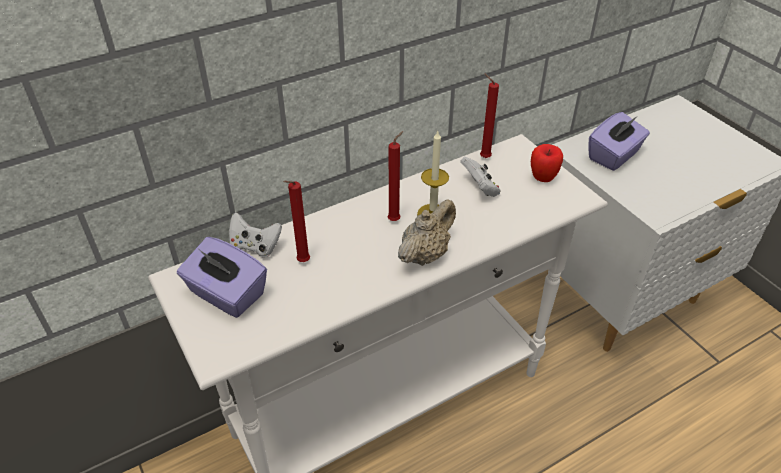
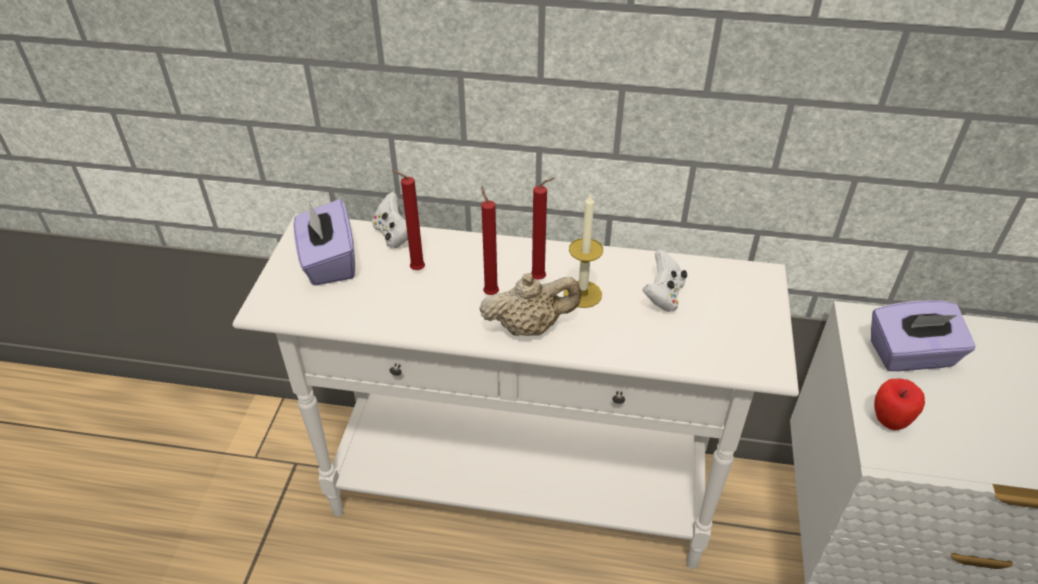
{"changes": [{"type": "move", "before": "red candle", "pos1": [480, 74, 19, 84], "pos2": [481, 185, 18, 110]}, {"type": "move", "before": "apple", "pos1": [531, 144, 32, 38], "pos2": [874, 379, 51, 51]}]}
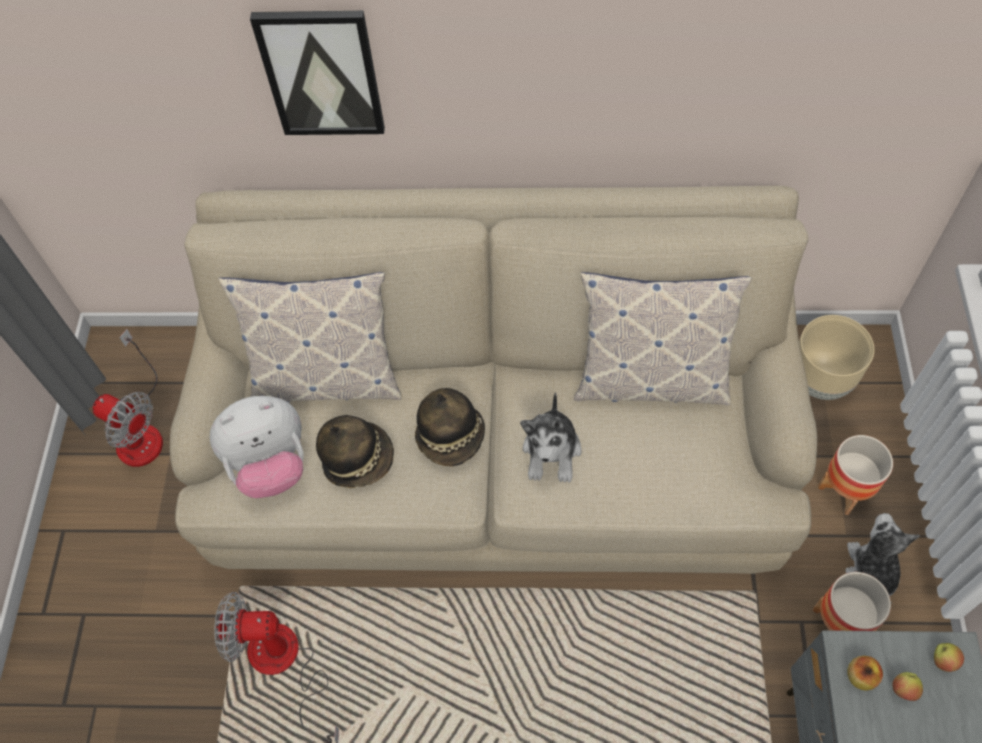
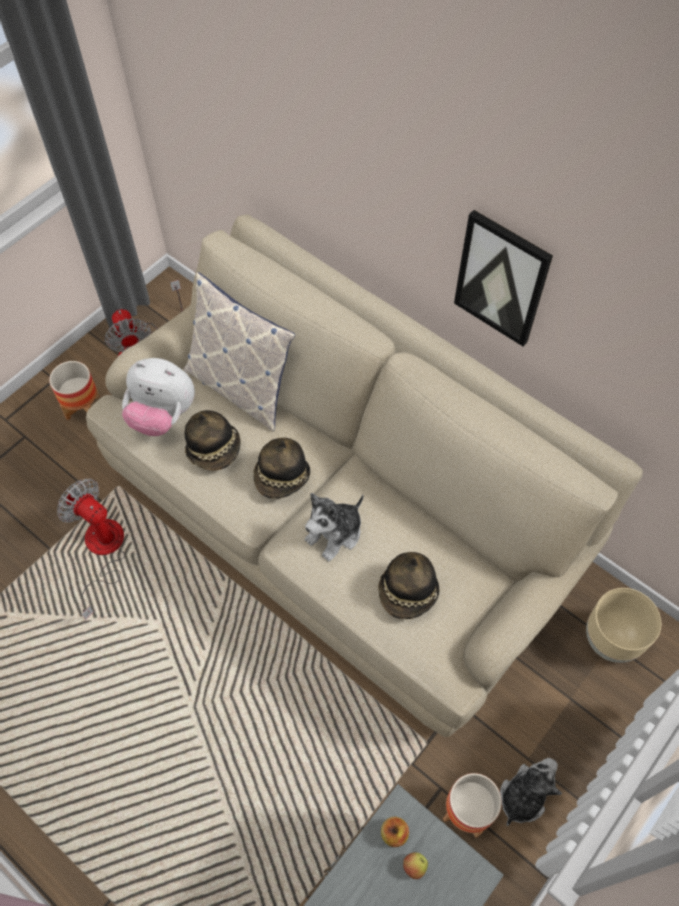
{"changes": [{"type": "move", "before": "picture", "pos1": [250, 10, 135, 125], "pos2": [454, 210, 99, 136]}, {"type": "delete", "before": "pillow", "pos1": [574, 272, 178, 133]}, {"type": "move", "before": "planter", "pos1": [818, 435, 75, 80], "pos2": [49, 361, 51, 59]}, {"type": "delete", "before": "apple", "pos1": [934, 643, 30, 29]}, {"type": "insert", "after": "hat", "pos2": [378, 552, 62, 67]}]}
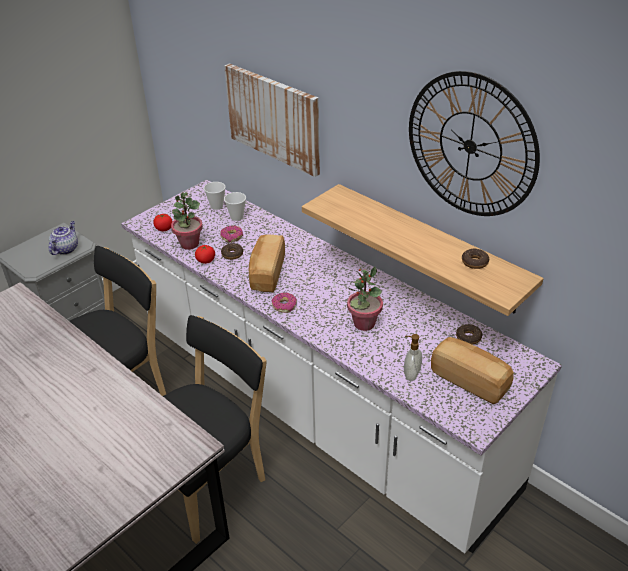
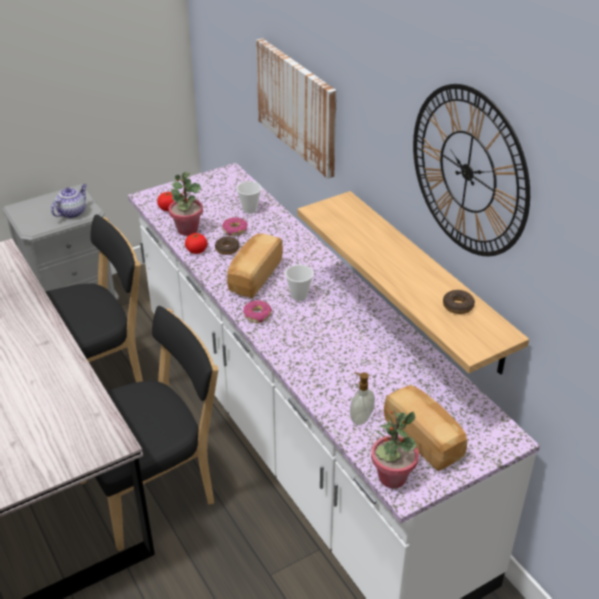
{"changes": [{"type": "move", "before": "cup", "pos1": [204, 182, 21, 28], "pos2": [285, 265, 29, 36]}, {"type": "move", "before": "potted plant", "pos1": [347, 266, 36, 65], "pos2": [371, 410, 48, 78]}, {"type": "delete", "before": "donut", "pos1": [456, 324, 26, 21]}]}
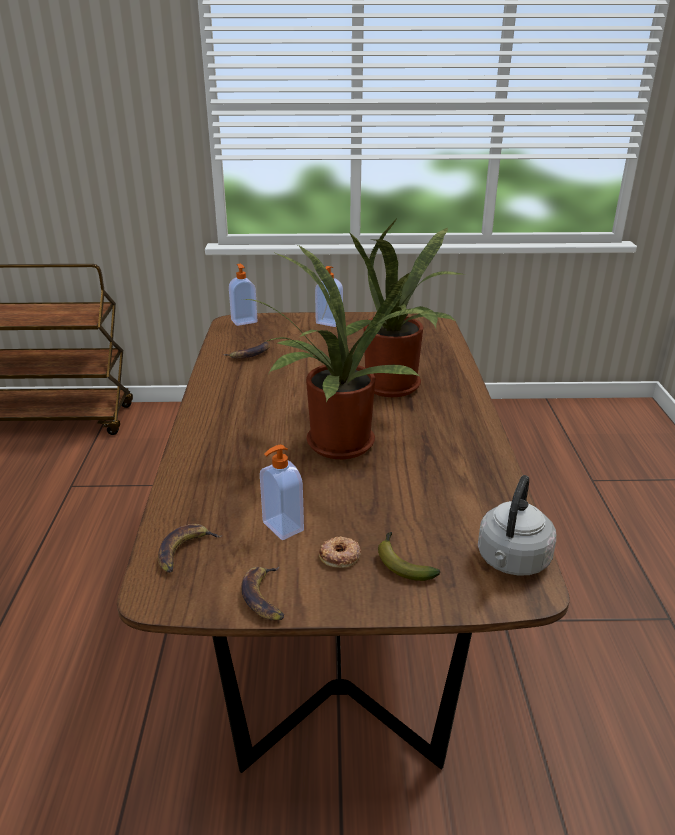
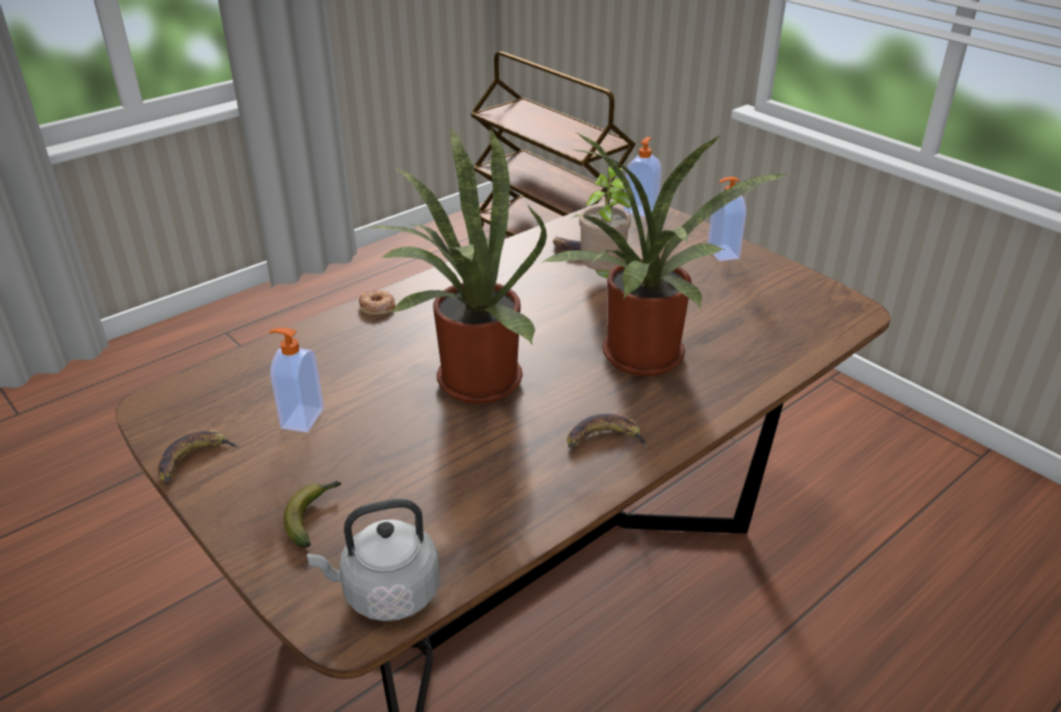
{"changes": [{"type": "move", "before": "banana", "pos1": [158, 524, 64, 49], "pos2": [567, 414, 81, 34]}, {"type": "move", "before": "donut", "pos1": [319, 536, 42, 32], "pos2": [359, 289, 36, 26]}, {"type": "insert", "after": "potted plant", "pos2": [579, 166, 52, 112]}]}
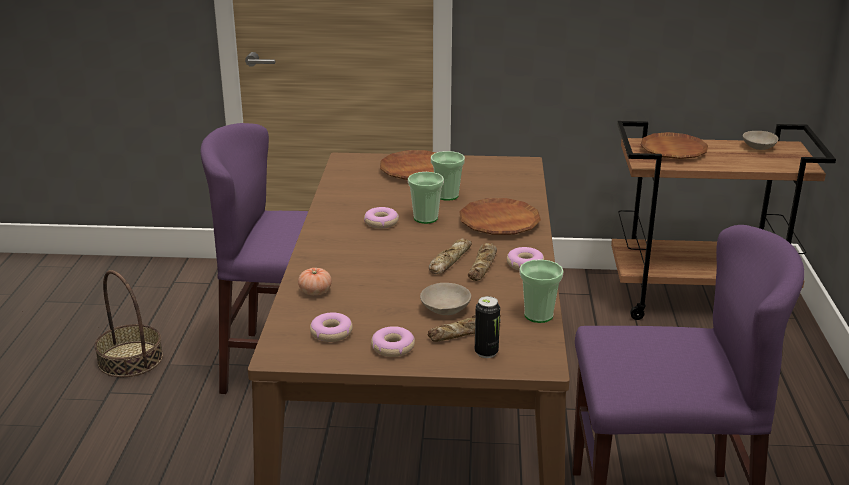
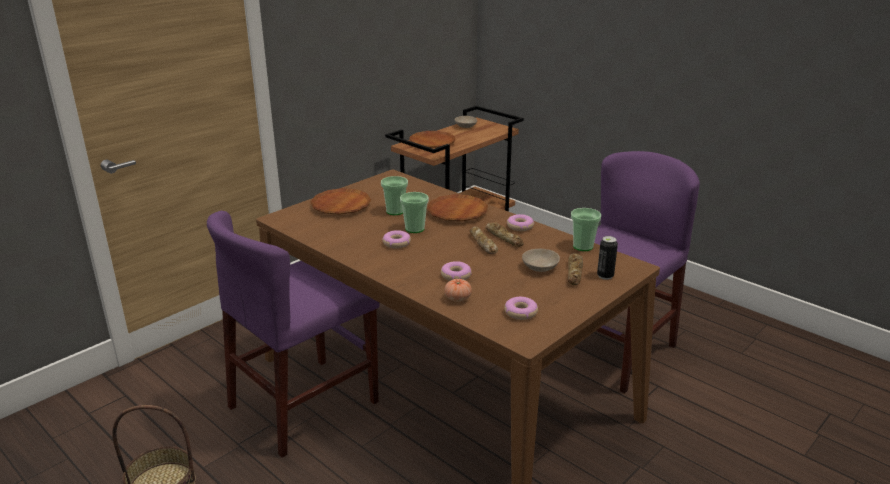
{"changes": [{"type": "move", "before": "donut", "pos1": [371, 326, 44, 31], "pos2": [441, 261, 31, 20]}]}
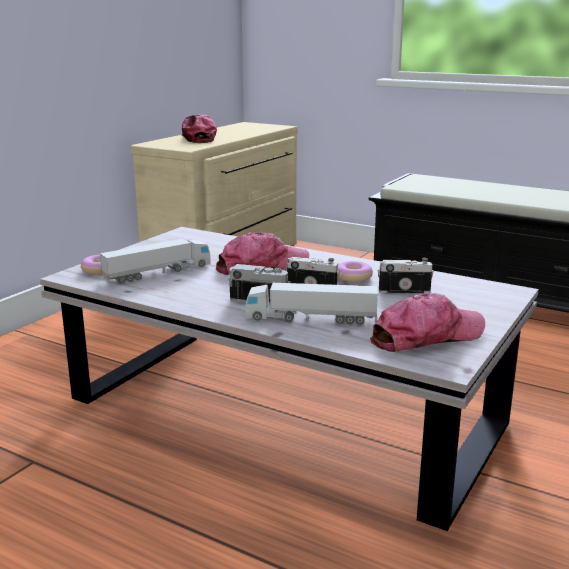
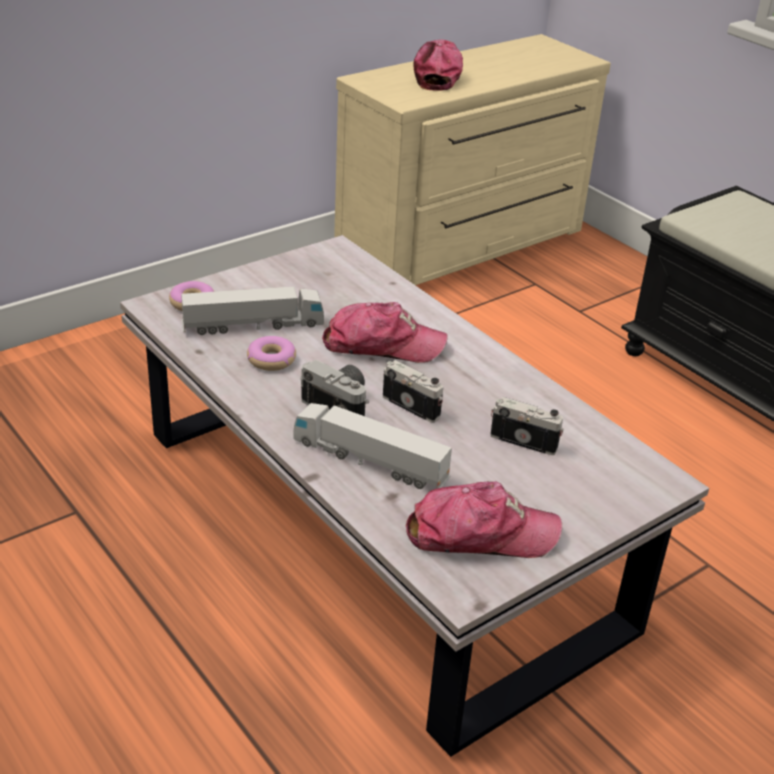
{"changes": [{"type": "move", "before": "donut", "pos1": [338, 261, 35, 21], "pos2": [247, 336, 49, 35]}]}
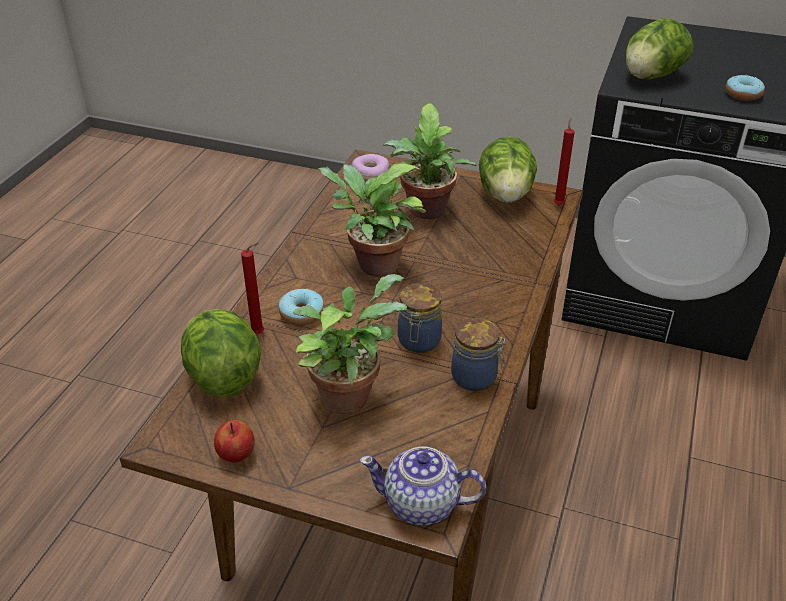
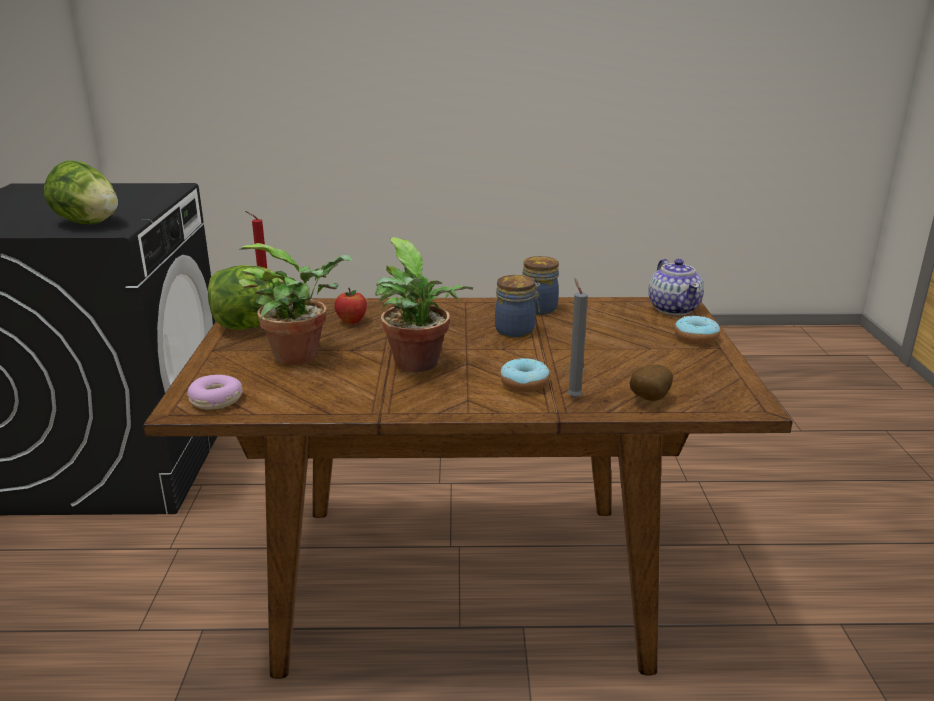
{"changes": [{"type": "move", "before": "donut", "pos1": [725, 74, 40, 27], "pos2": [674, 316, 46, 28]}, {"type": "recolor", "before": "red candle", "after": "grey candle", "pos1": [241, 243, 23, 91], "pos2": [567, 278, 21, 120]}, {"type": "delete", "before": "potted plant", "pos1": [293, 274, 114, 140]}, {"type": "replace", "before": "lettuce", "after": "potato", "pos1": [181, 309, 80, 88], "pos2": [630, 364, 43, 37]}, {"type": "move", "before": "apple", "pos1": [214, 420, 41, 43], "pos2": [334, 288, 33, 36]}]}
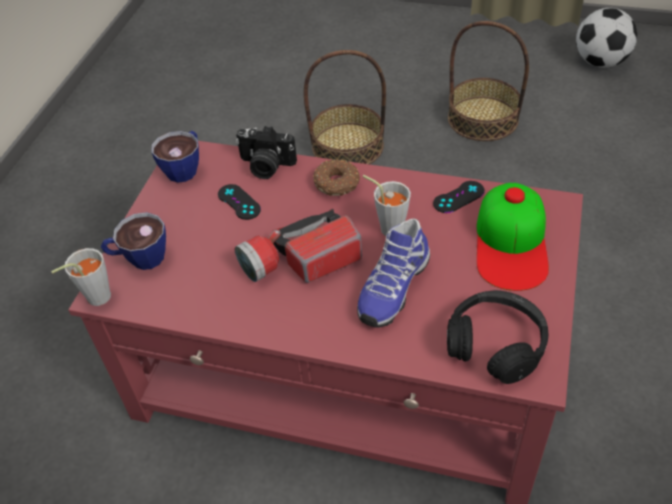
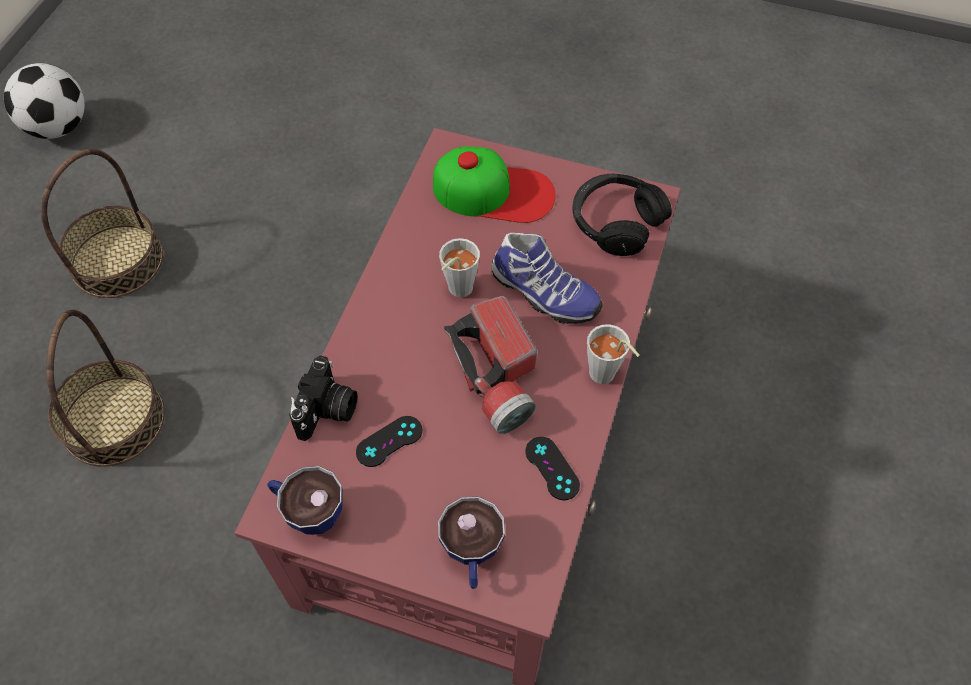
{"changes": [{"type": "delete", "before": "donut", "pos1": [313, 159, 47, 37]}, {"type": "move", "before": "black game controller", "pos1": [433, 181, 52, 32], "pos2": [525, 437, 55, 63]}, {"type": "move", "before": "grey cup", "pos1": [51, 248, 60, 58], "pos2": [587, 324, 53, 60]}]}
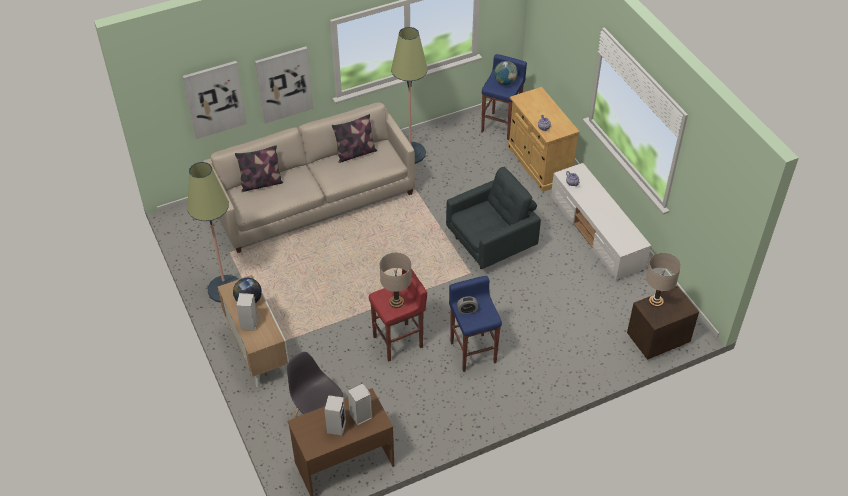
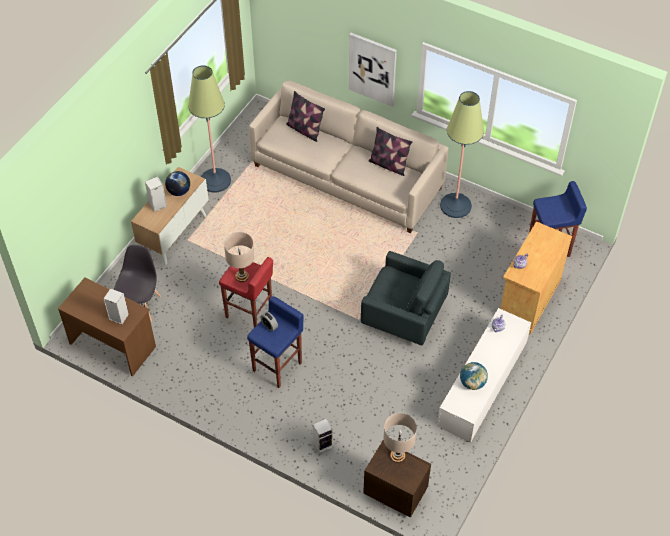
{"changes": [{"type": "delete", "before": "picture", "pos1": [183, 61, 64, 78]}, {"type": "move", "before": "globe", "pos1": [494, 61, 24, 24], "pos2": [460, 362, 28, 28]}, {"type": "move", "before": "speaker", "pos1": [324, 395, 22, 41], "pos2": [313, 418, 20, 35]}]}
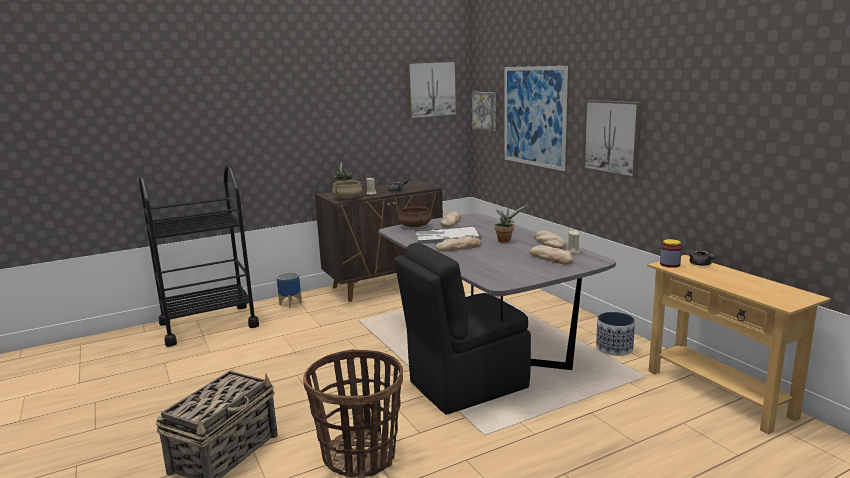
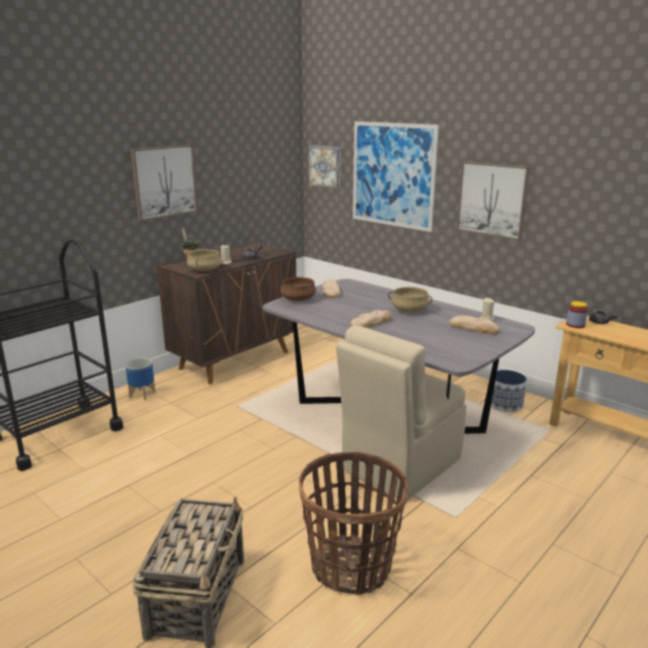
{"changes": [{"type": "move", "before": "picture", "pos1": [406, 61, 52, 58], "pos2": [130, 145, 68, 76]}, {"type": "replace", "before": "potted plant", "after": "beige cooking pot", "pos1": [495, 205, 32, 38], "pos2": [388, 287, 44, 25]}, {"type": "delete", "before": "tray", "pos1": [415, 226, 67, 18]}, {"type": "delete", "before": "bread", "pos1": [534, 230, 32, 19]}, {"type": "recolor", "before": "black chair", "after": "beige chair", "pos1": [394, 243, 137, 172], "pos2": [336, 325, 130, 175]}]}
